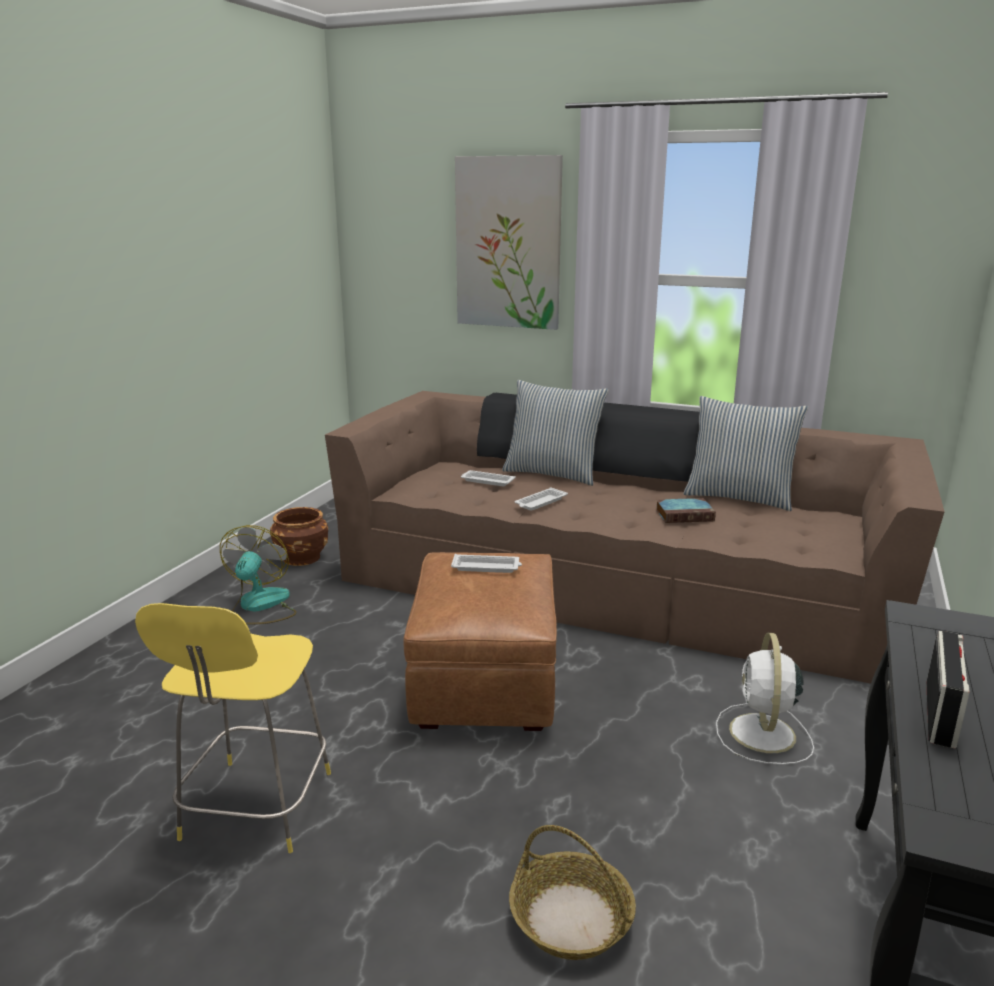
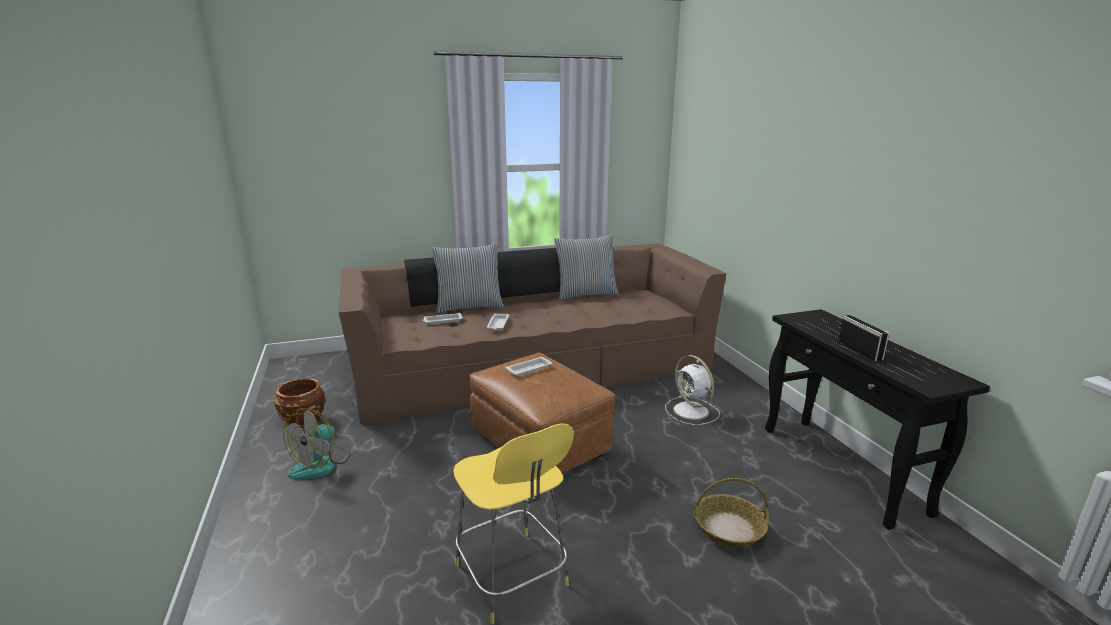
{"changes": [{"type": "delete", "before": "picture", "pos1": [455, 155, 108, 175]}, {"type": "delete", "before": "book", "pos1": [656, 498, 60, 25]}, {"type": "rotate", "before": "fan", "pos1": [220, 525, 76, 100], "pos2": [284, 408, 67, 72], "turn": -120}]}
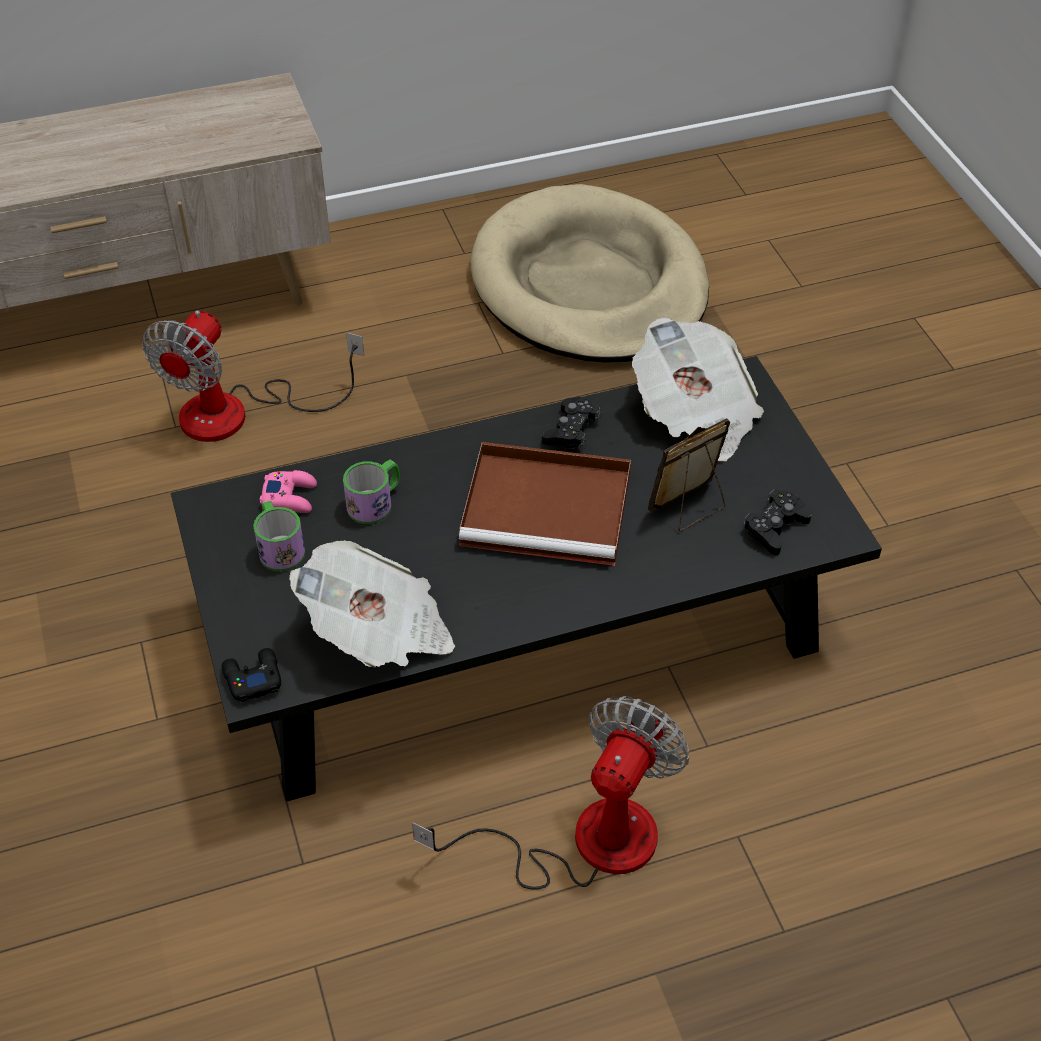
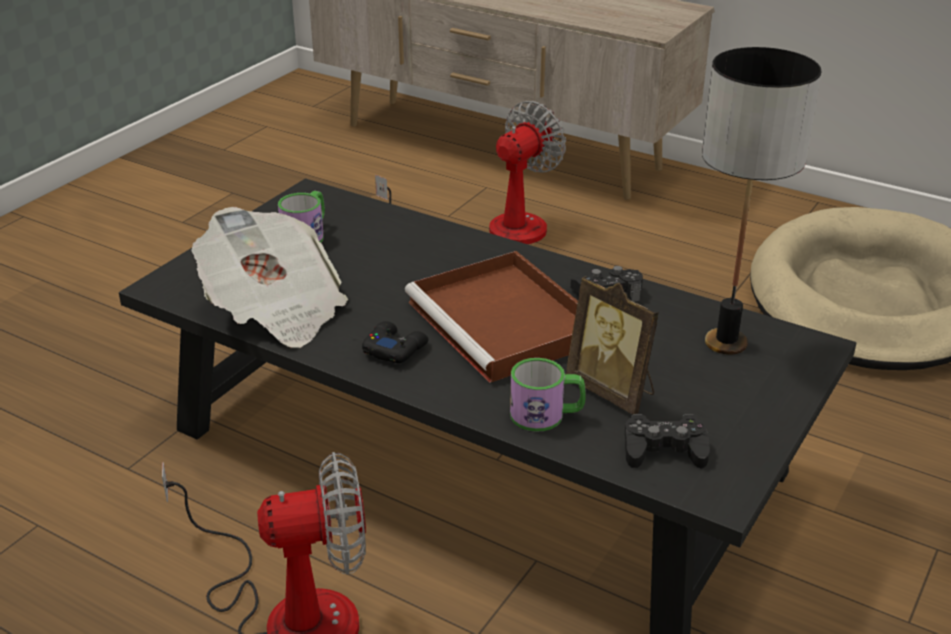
{"changes": [{"type": "rotate", "before": "fan", "pos1": [142, 310, 222, 132], "pos2": [375, 101, 191, 143], "turn": 150}, {"type": "replace", "before": "newspaper", "after": "table lamp", "pos1": [632, 317, 132, 144], "pos2": [702, 47, 120, 308]}, {"type": "rotate", "before": "picture frame", "pos1": [648, 418, 82, 113], "pos2": [566, 276, 93, 138], "turn": -150}, {"type": "move", "before": "mug", "pos1": [343, 460, 57, 64], "pos2": [510, 358, 75, 74]}, {"type": "delete", "before": "pink game controller", "pos1": [260, 470, 57, 43]}, {"type": "move", "before": "black game controller", "pos1": [222, 648, 59, 54], "pos2": [362, 321, 67, 42]}]}
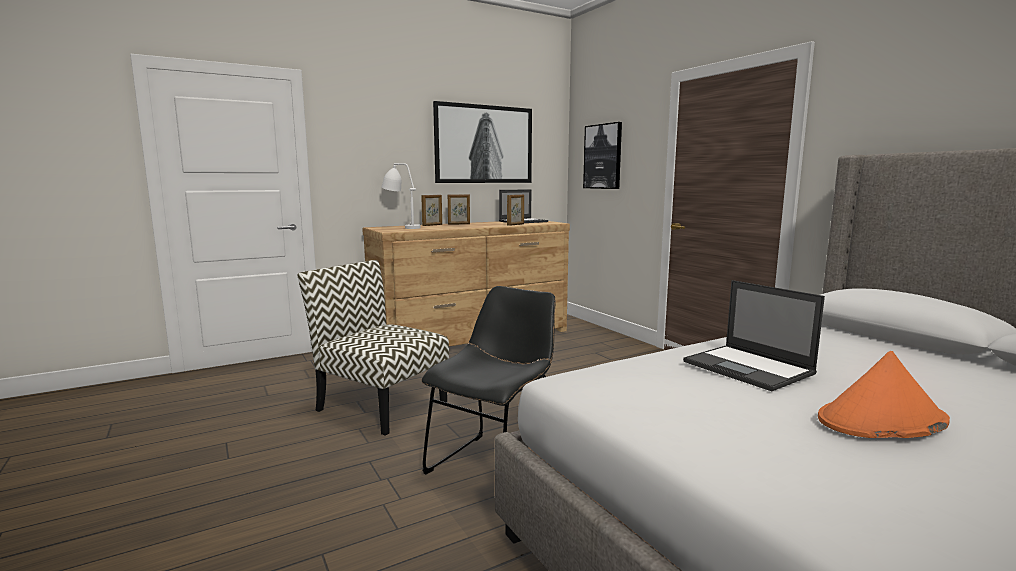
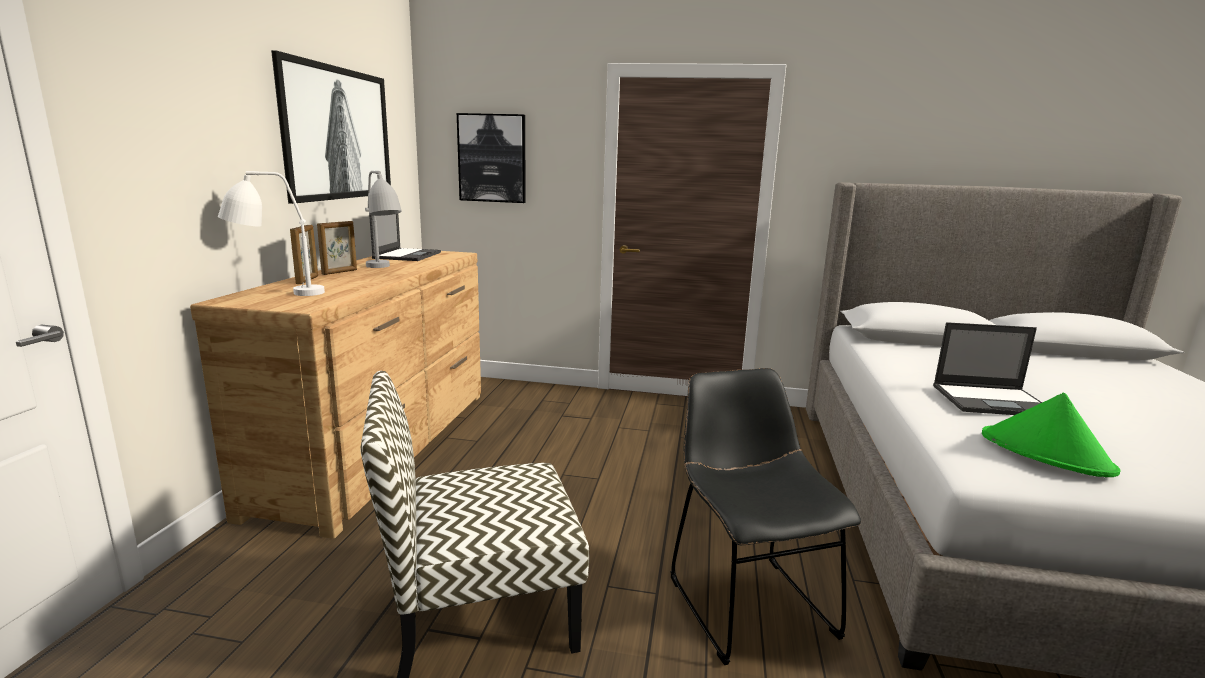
{"changes": [{"type": "delete", "before": "picture frame", "pos1": [507, 195, 17, 31]}, {"type": "delete", "before": "orange hat", "pos1": [818, 351, 132, 87]}, {"type": "insert", "after": "grey table lamp", "pos2": [365, 171, 37, 97]}, {"type": "insert", "after": "green hat", "pos2": [982, 393, 139, 84]}]}
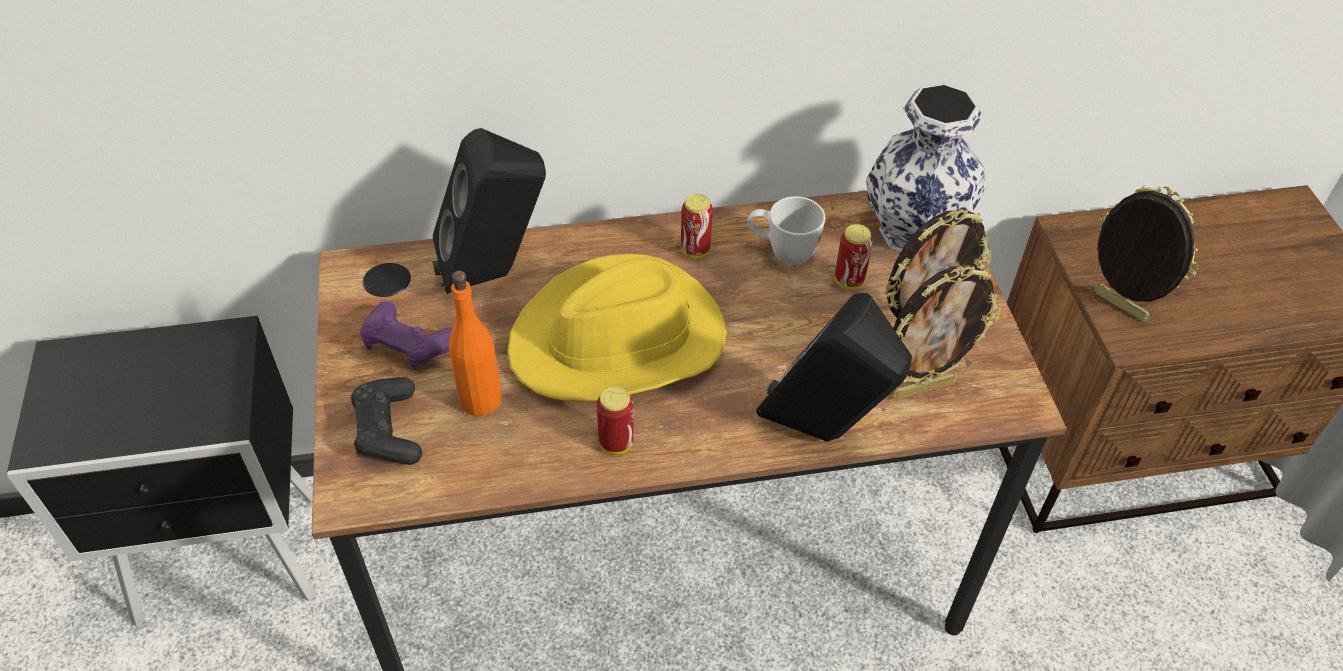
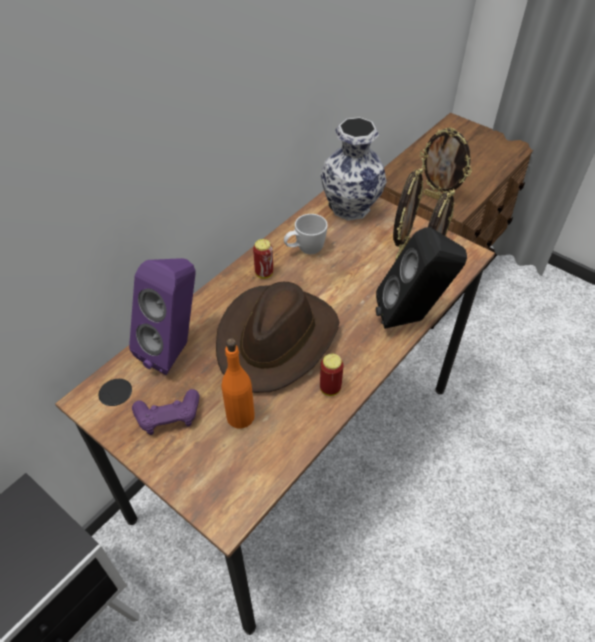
{"changes": [{"type": "recolor", "before": "black speaker", "after": "purple speaker", "pos1": [433, 128, 113, 166], "pos2": [129, 258, 66, 117]}, {"type": "rotate", "before": "picture frame", "pos1": [1094, 185, 104, 137], "pos2": [420, 127, 52, 73], "turn": -150}, {"type": "delete", "before": "can", "pos1": [835, 224, 38, 65]}, {"type": "recolor", "before": "yellow hat", "after": "brown hat", "pos1": [507, 254, 220, 147], "pos2": [216, 282, 123, 111]}, {"type": "delete", "before": "black game controller", "pos1": [351, 377, 71, 88]}]}
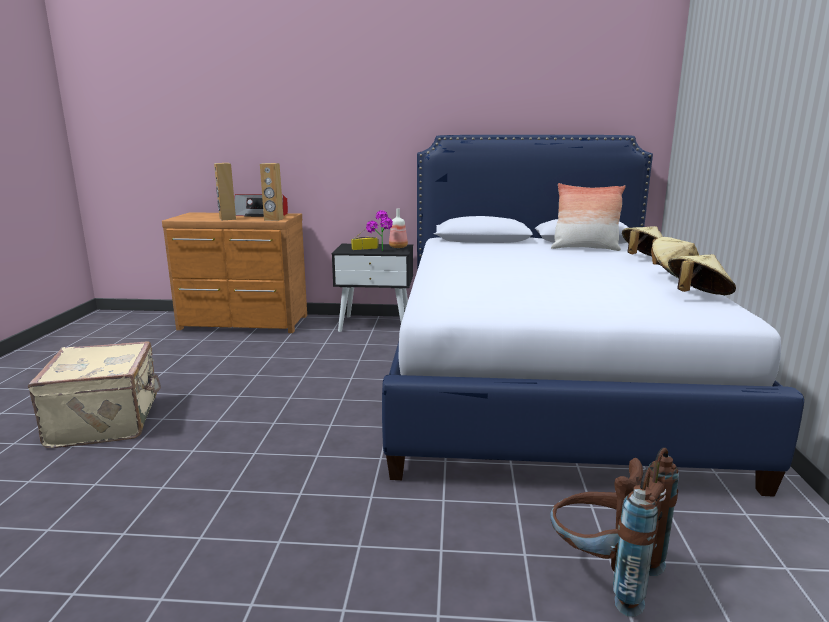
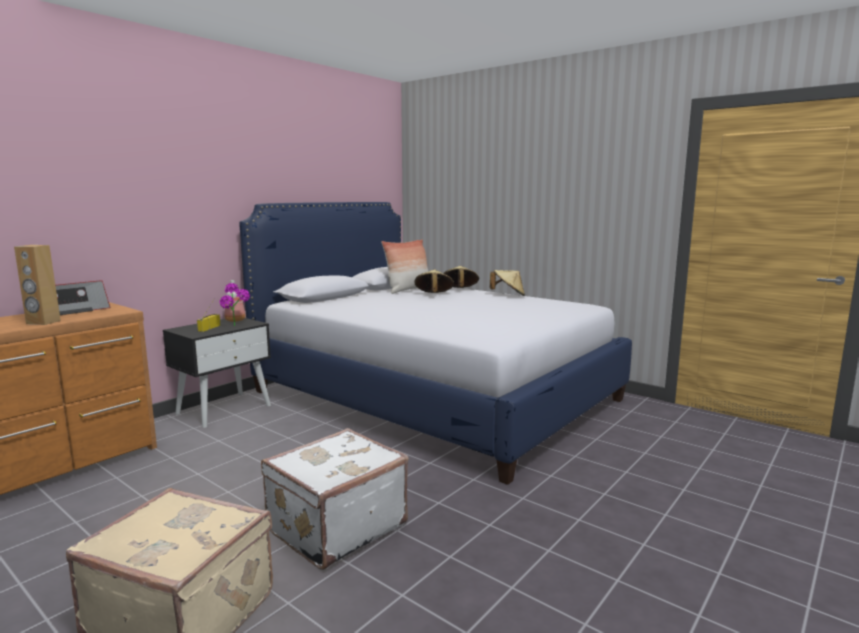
{"changes": [{"type": "delete", "before": "brown speaker", "pos1": [260, 163, 24, 58]}, {"type": "move", "before": "beige hat", "pos1": [668, 254, 68, 41], "pos2": [414, 270, 40, 23]}, {"type": "delete", "before": "brown backpack", "pos1": [550, 448, 129, 169]}, {"type": "insert", "after": "white suitcase", "pos2": [261, 428, 147, 142]}]}
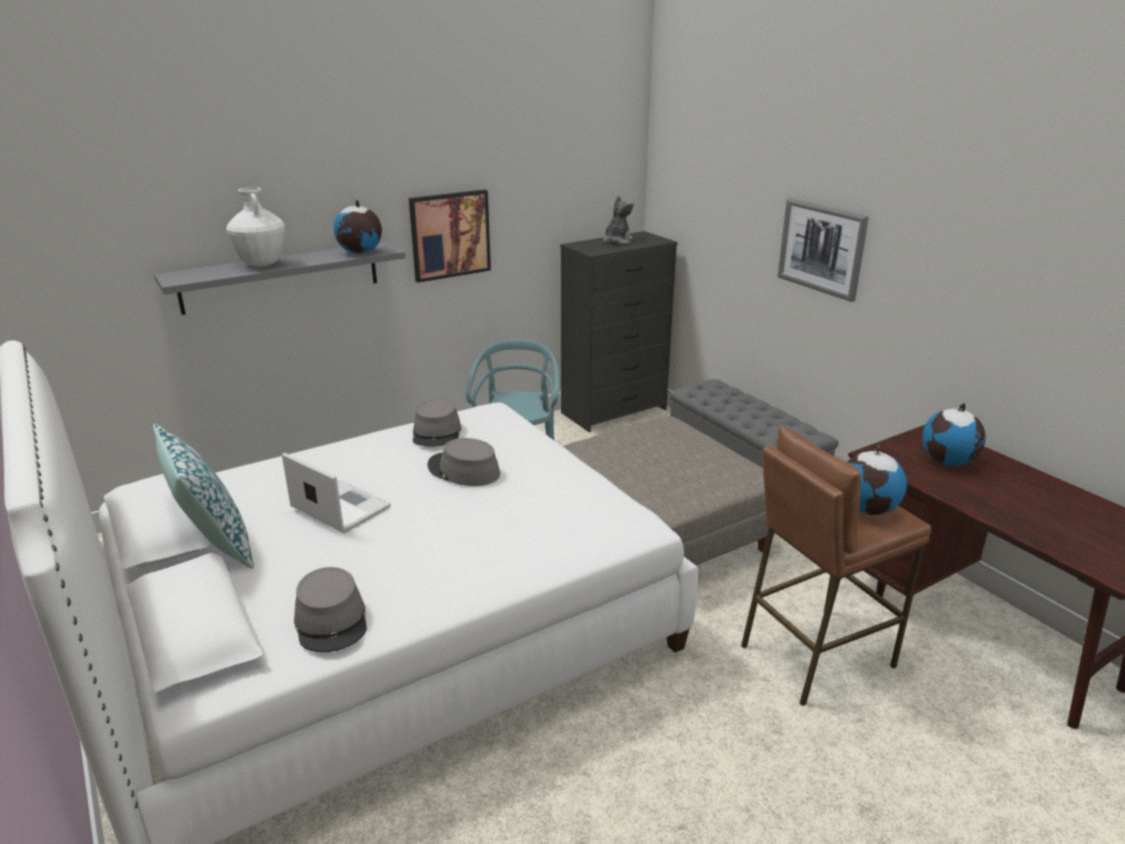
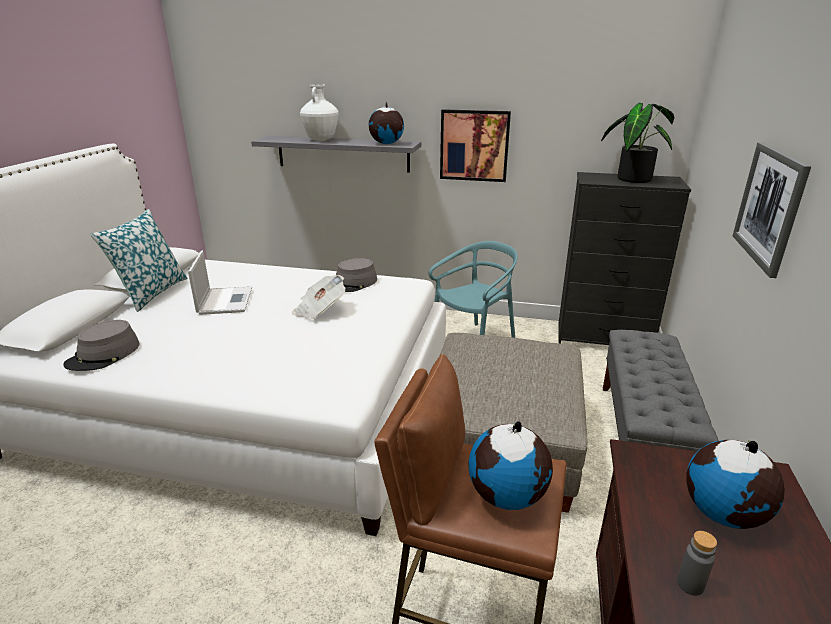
{"changes": [{"type": "replace", "before": "plush toy", "after": "potted plant", "pos1": [604, 195, 30, 49], "pos2": [601, 103, 73, 80]}, {"type": "replace", "before": "grey hat", "after": "newspaper", "pos1": [427, 438, 73, 48], "pos2": [292, 275, 53, 44]}, {"type": "insert", "after": "grey bottle", "pos2": [677, 531, 40, 65]}]}
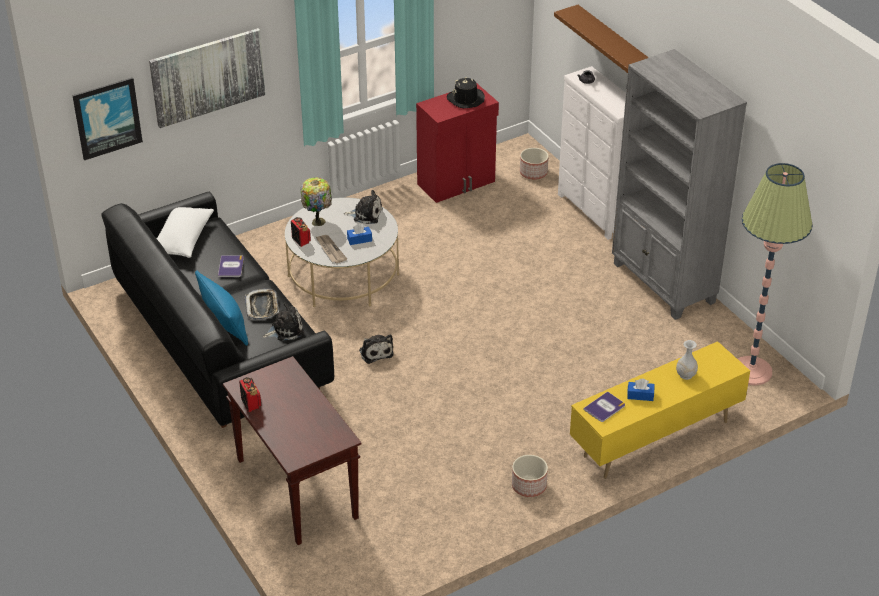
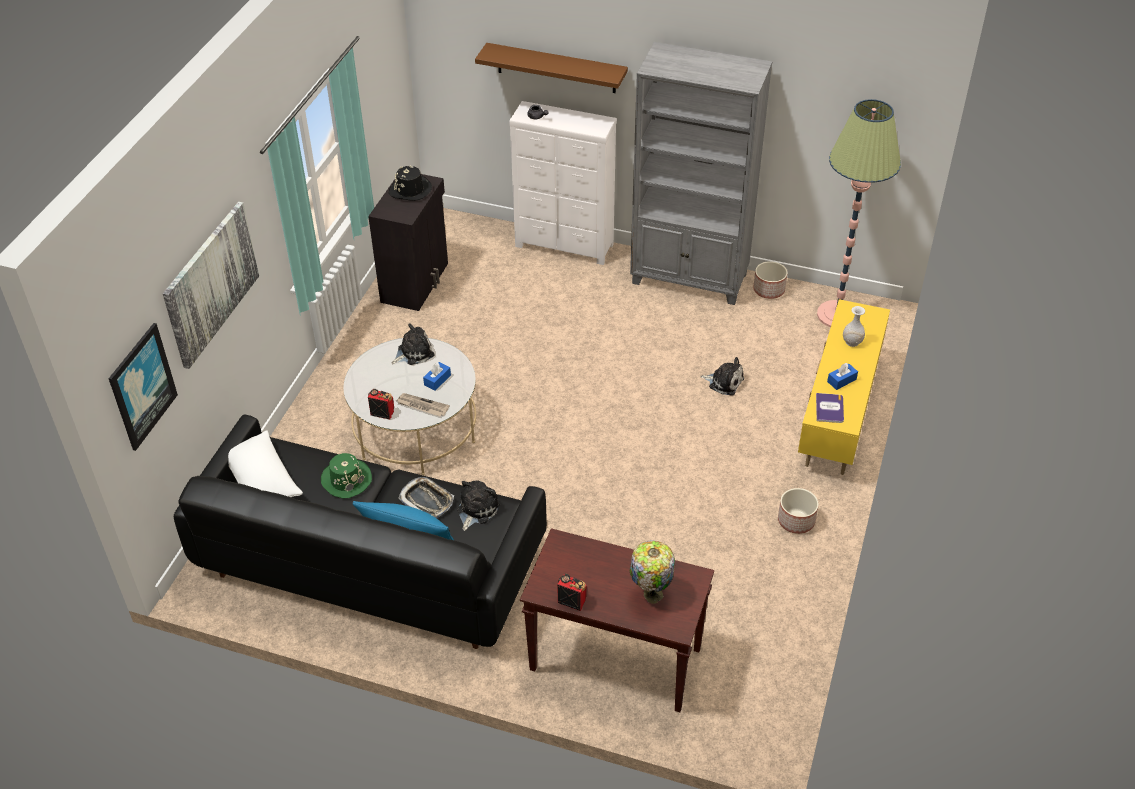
{"changes": [{"type": "recolor", "before": "red cabinet", "after": "black cabinet", "pos1": [416, 84, 83, 119], "pos2": [368, 174, 80, 137]}, {"type": "move", "before": "planter", "pos1": [520, 148, 29, 32], "pos2": [753, 261, 34, 38]}, {"type": "move", "before": "table lamp", "pos1": [300, 177, 32, 49], "pos2": [630, 540, 45, 64]}, {"type": "replace", "before": "book", "after": "green hat", "pos1": [218, 255, 26, 22], "pos2": [321, 453, 51, 45]}, {"type": "move", "before": "plush toy", "pos1": [359, 334, 35, 30], "pos2": [700, 357, 44, 39]}]}
